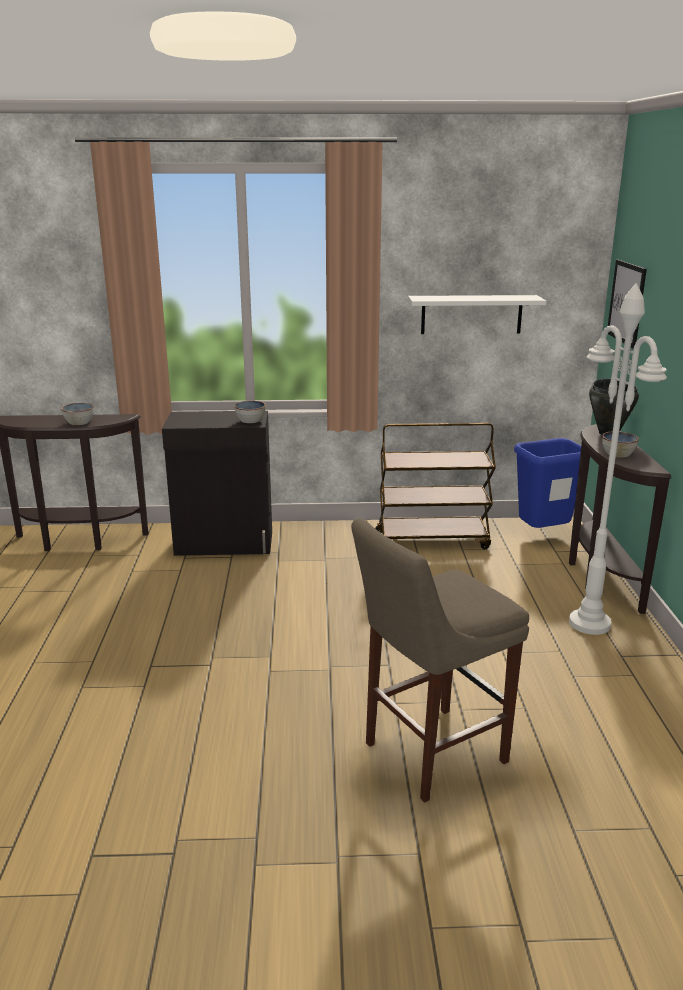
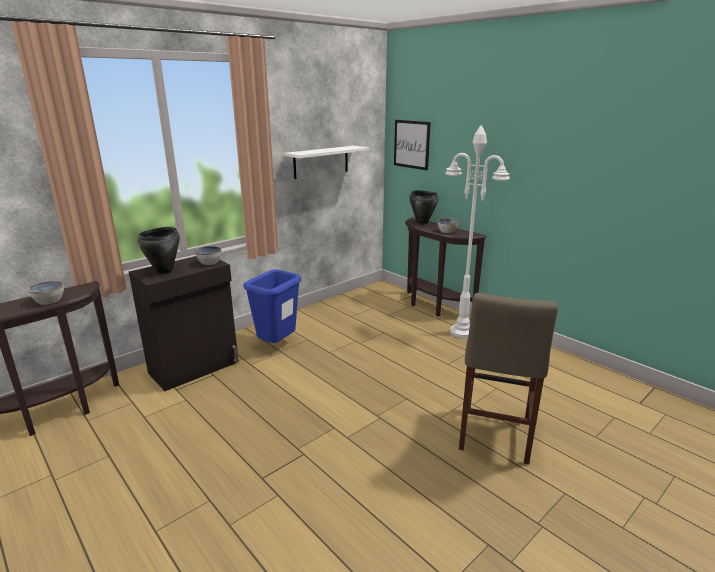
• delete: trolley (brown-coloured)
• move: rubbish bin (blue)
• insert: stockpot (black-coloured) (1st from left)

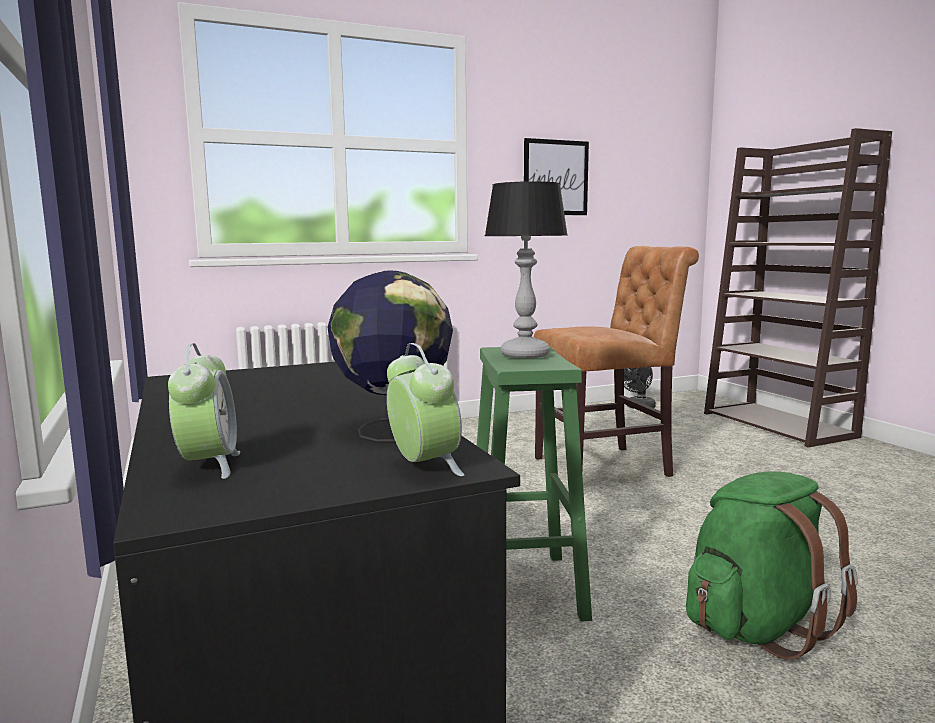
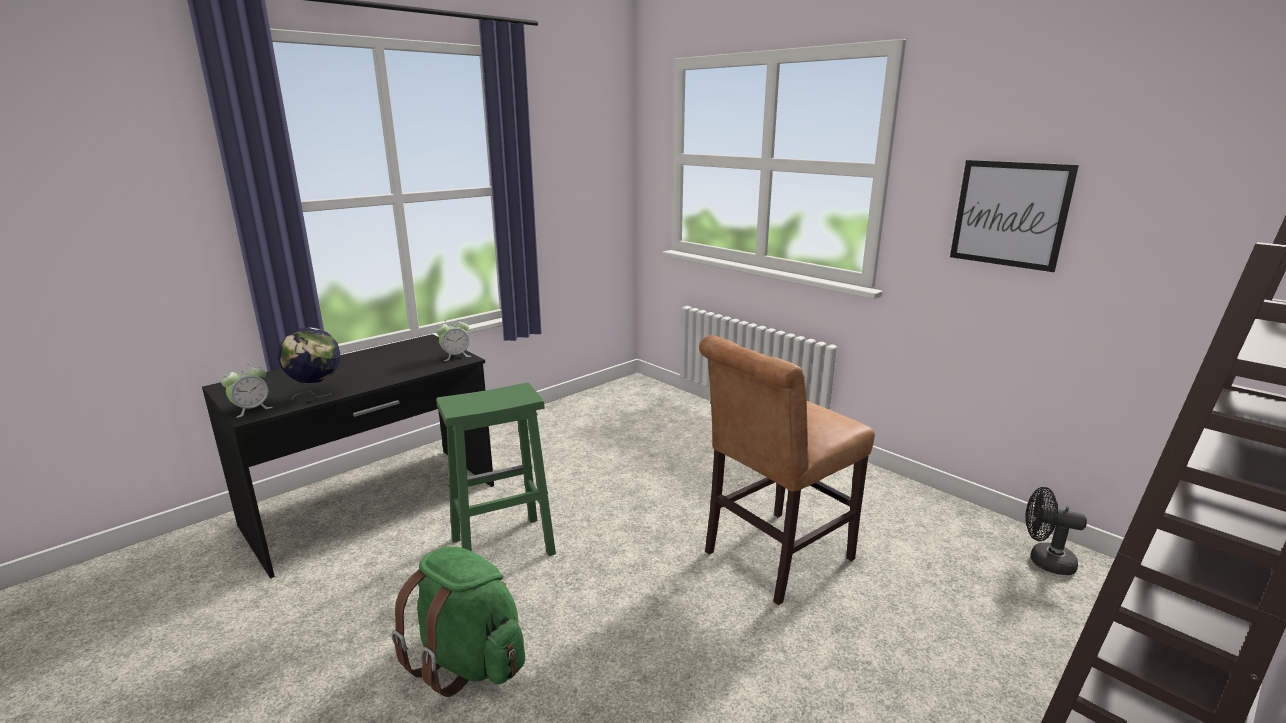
• move: alarm clock (1st from left in the first image) to alarm clock (2nd from left)
• delete: table lamp
• rotate: plain chair (brown-coloured) 90 degrees clockwise

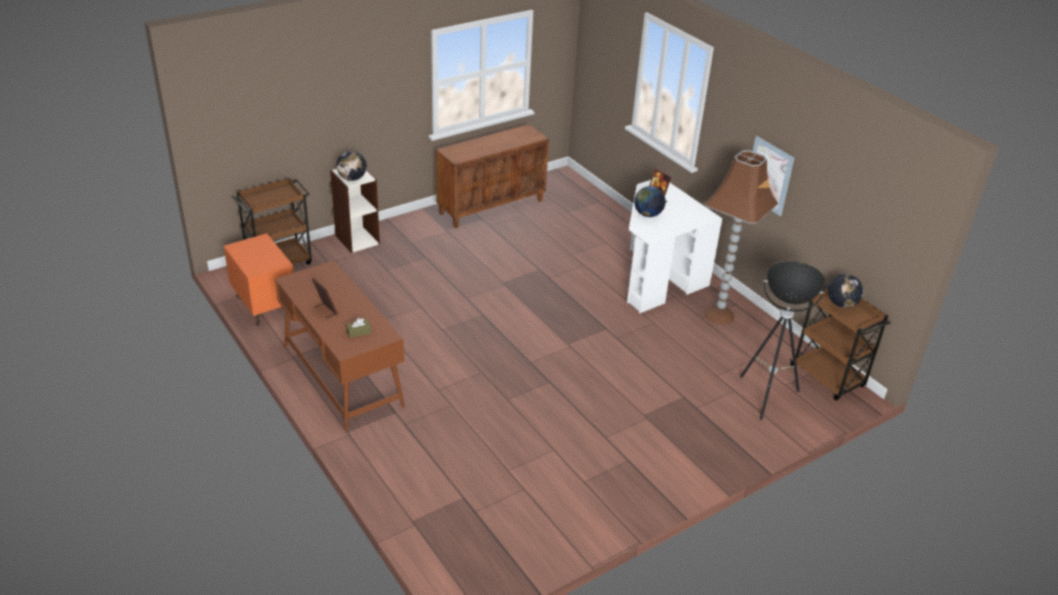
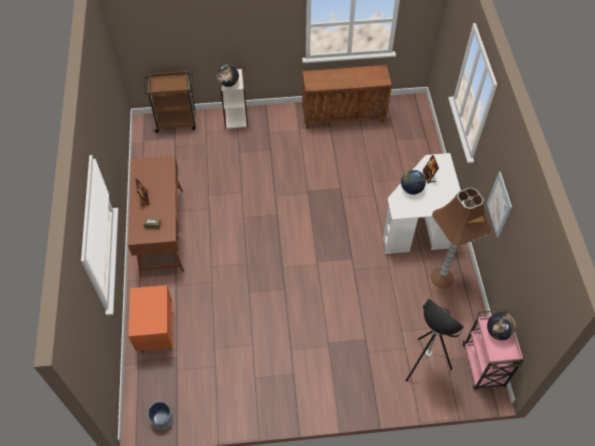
• move: bedside table (orangey)
• recolor: trolley (brown-coloured) (2nd from left) to trolley (pinkish)
• insert: planter

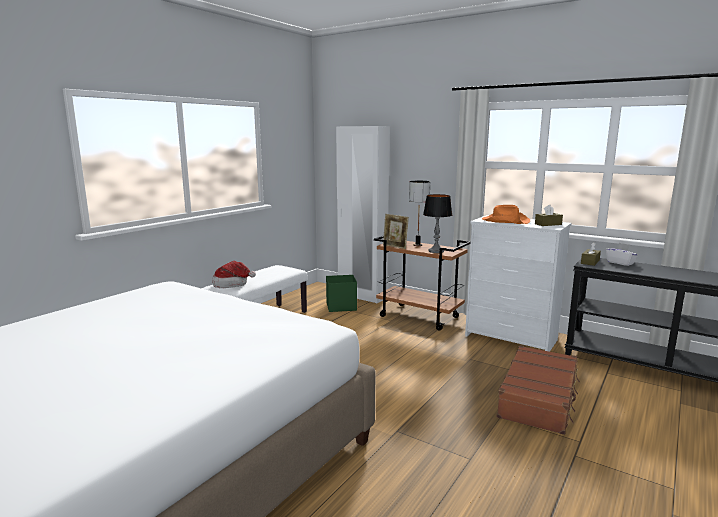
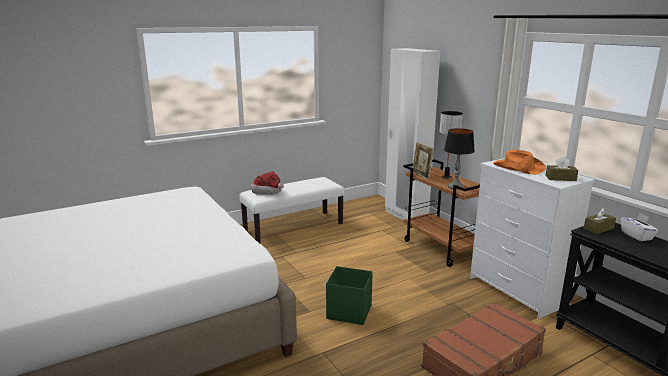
• move: storage bin (green-coloured)

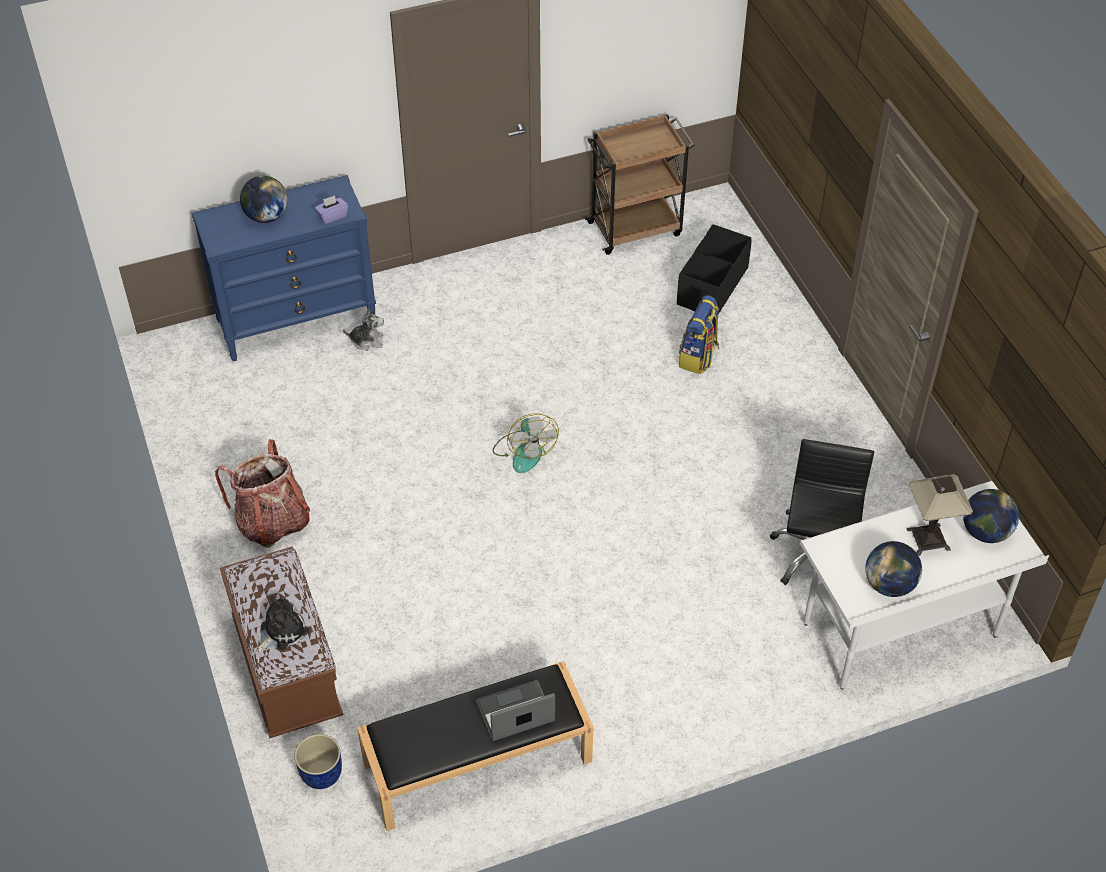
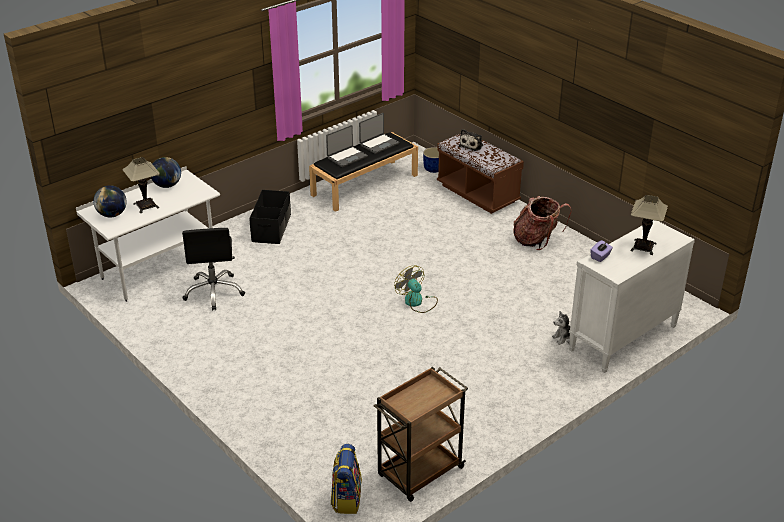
• recolor: drawer chest (blue) to drawer chest (white)
• replace: globe (1st from left) to table lamp (2nd from left)
• move: storage bin (black-coloured)
• move: backpack (2nd from left in the first image) to backpack (1st from left)
• insert: laptop (2nd from left)

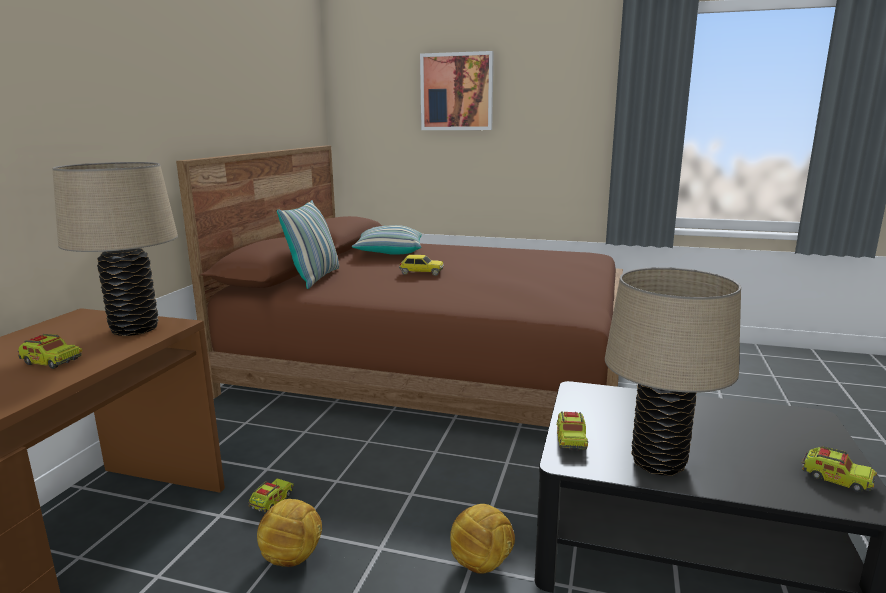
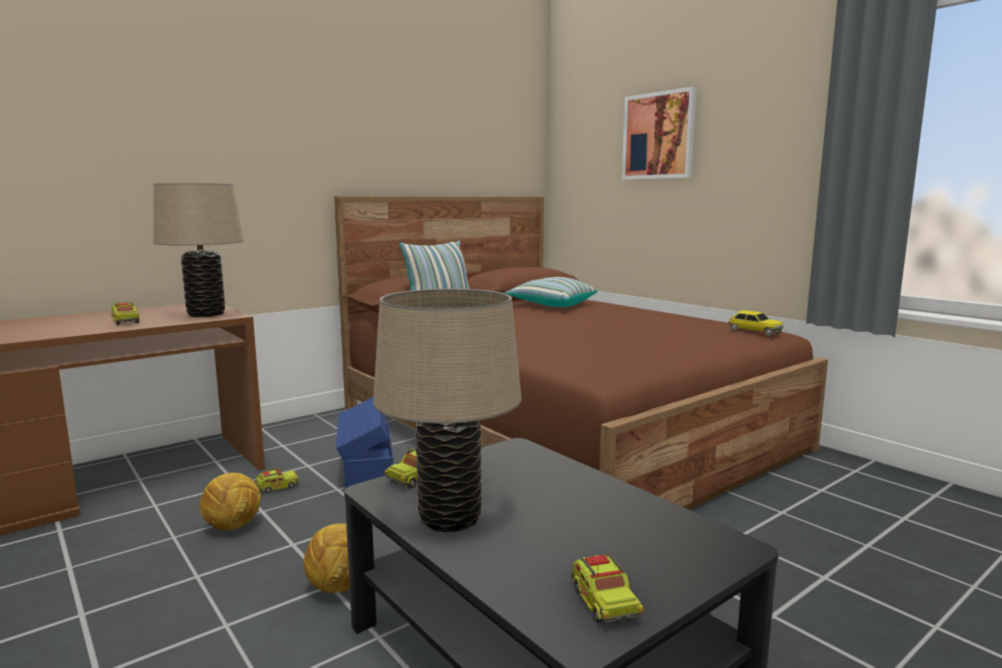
• move: model car
• insert: storage bin (blue)

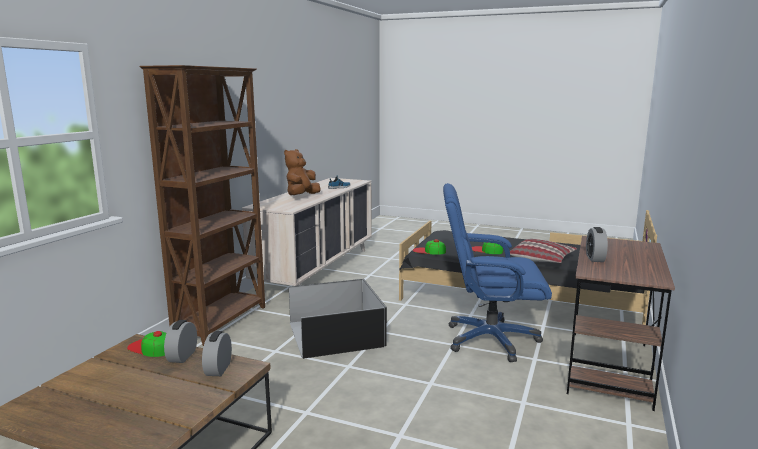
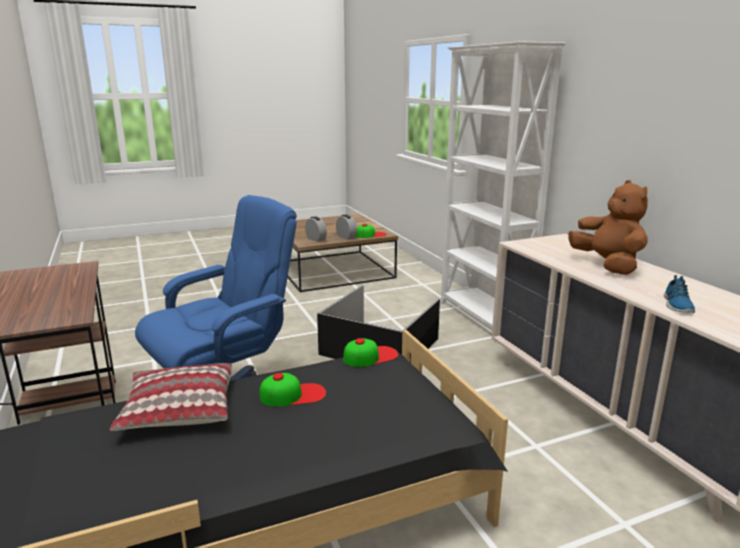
• recolor: bookshelf (brown-coloured) to bookshelf (white)
• delete: alarm clock (3rd from left)

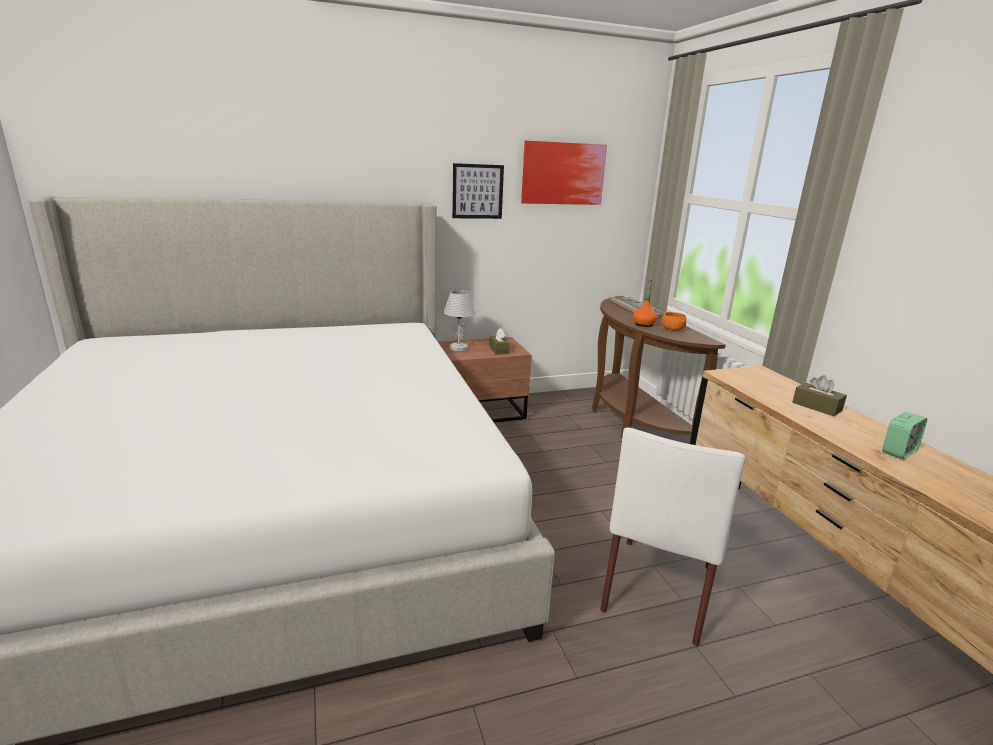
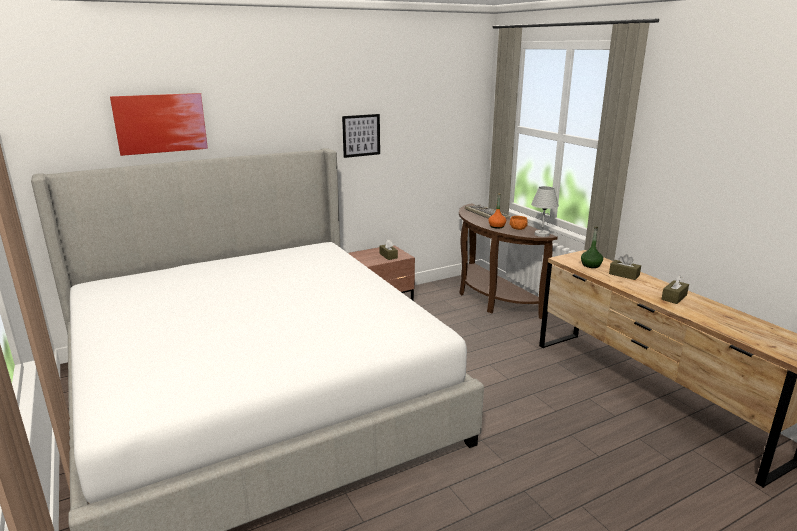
• move: table lamp (white)
• move: wall art (2nd from left in the first image) to wall art (1st from left)
• delete: plain chair (white)
• replace: alarm clock to box of tissues (brown-coloured) (3rd from left)
• insert: drink bottle (green-coloured)

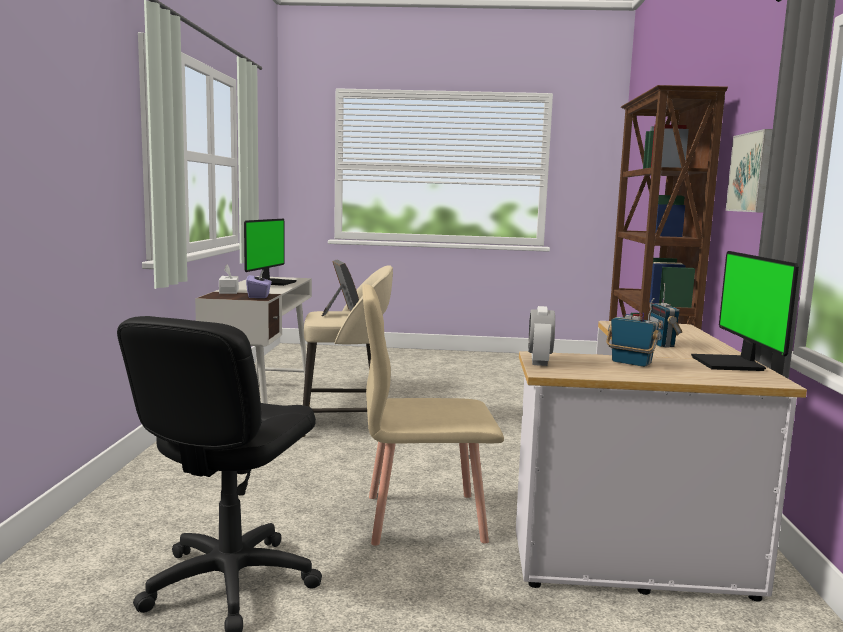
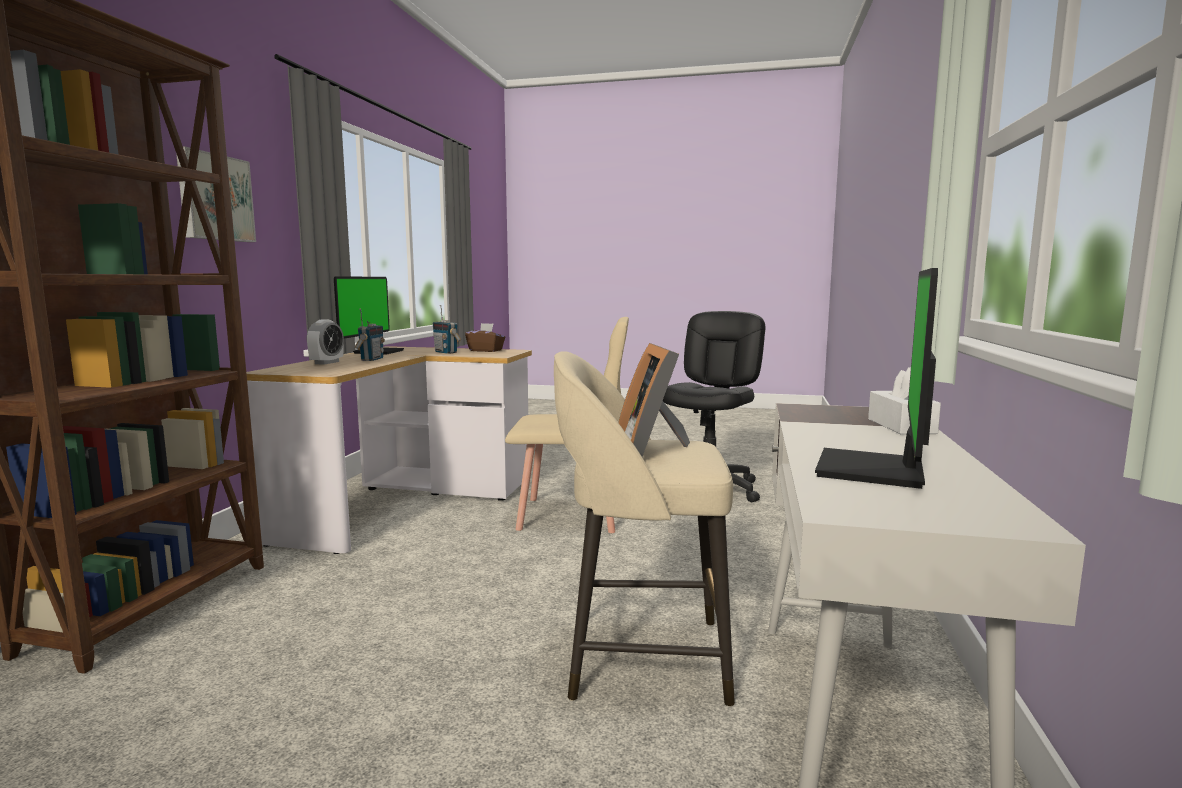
• delete: box of tissues (purple-coloured)
• move: alarm clock
• insert: box of tissues (brown-coloured)

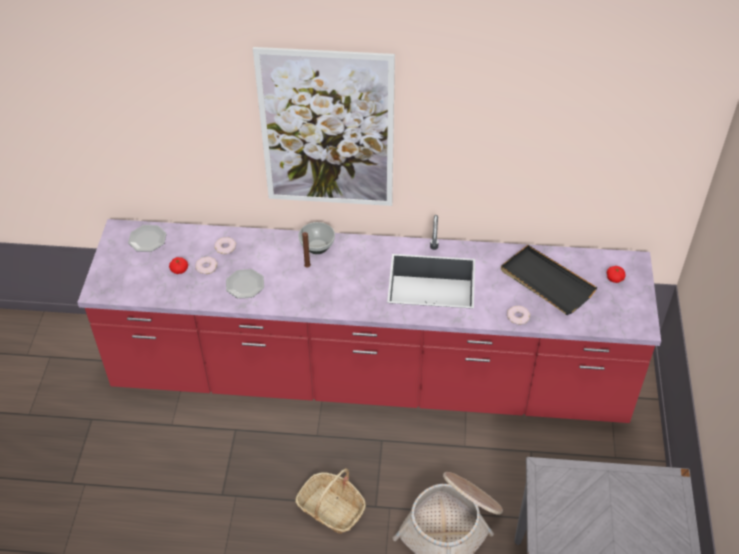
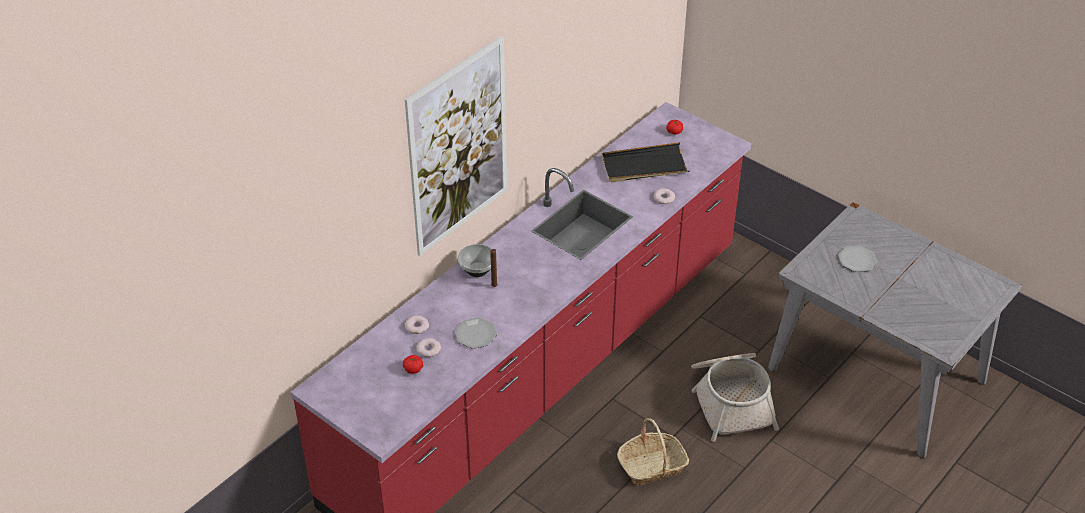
• move: plate (1st from left in the first image) to plate (2nd from left)

